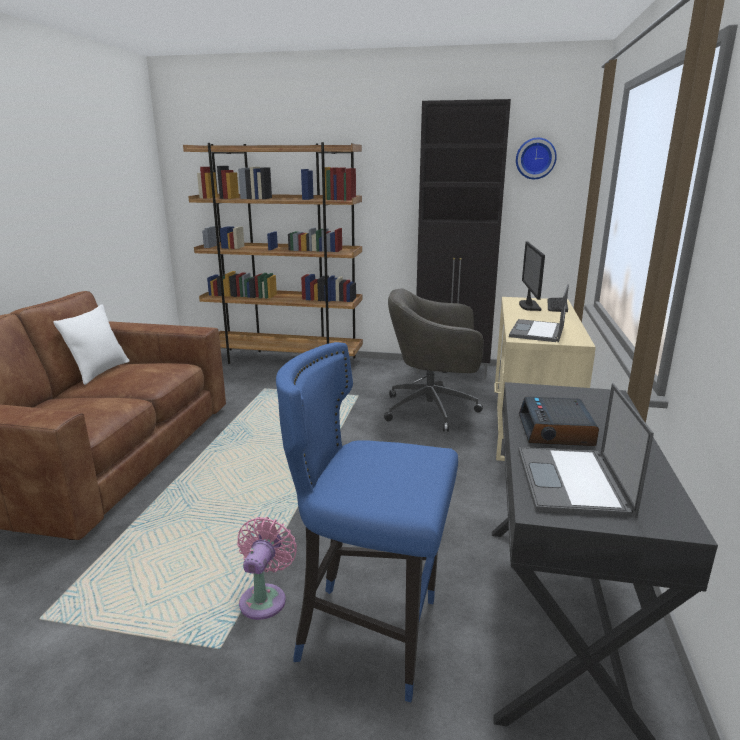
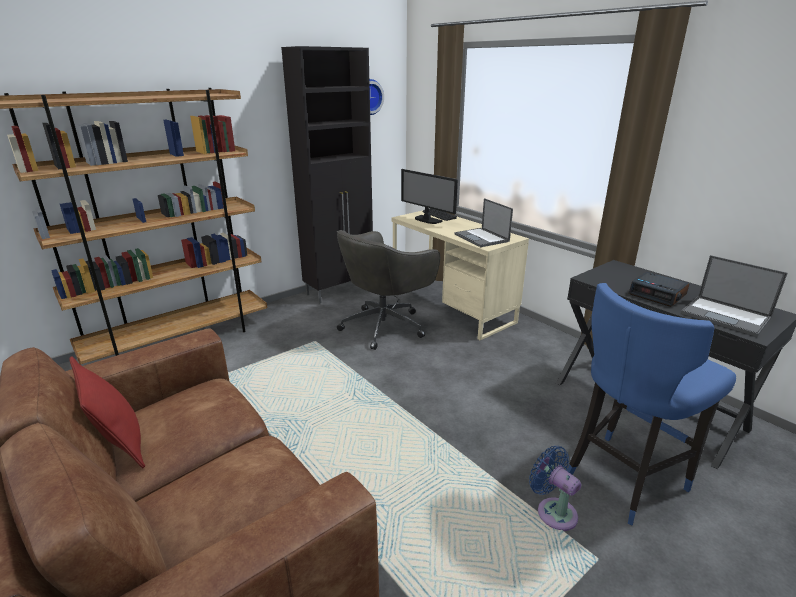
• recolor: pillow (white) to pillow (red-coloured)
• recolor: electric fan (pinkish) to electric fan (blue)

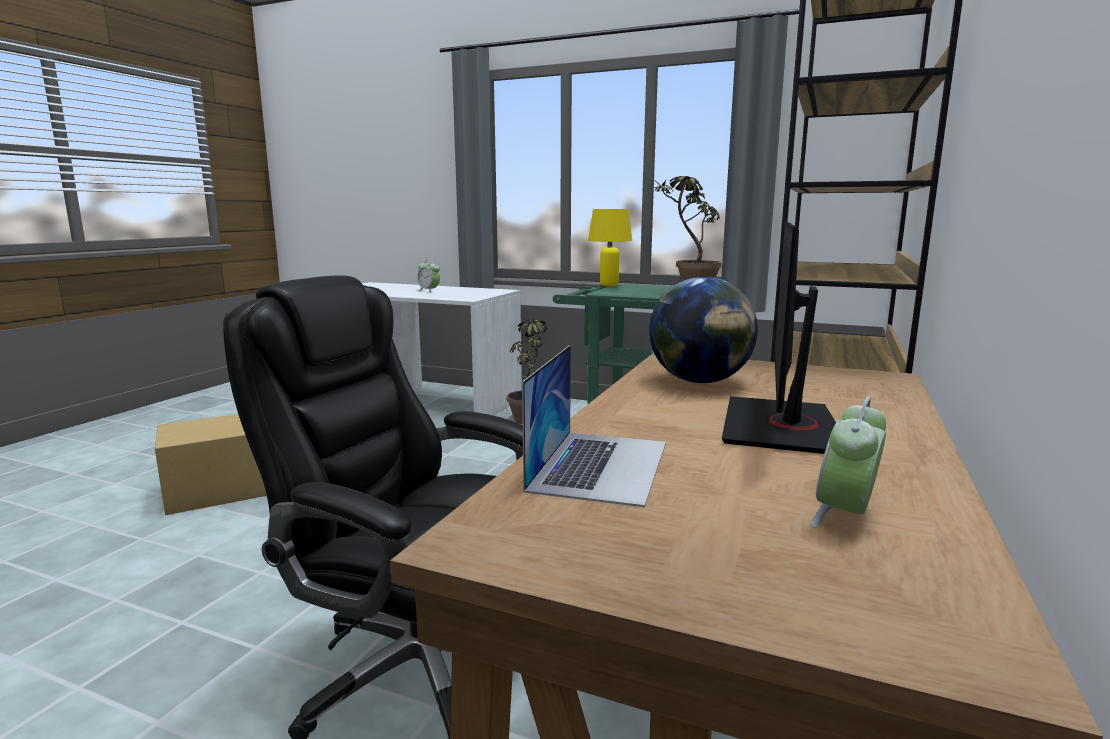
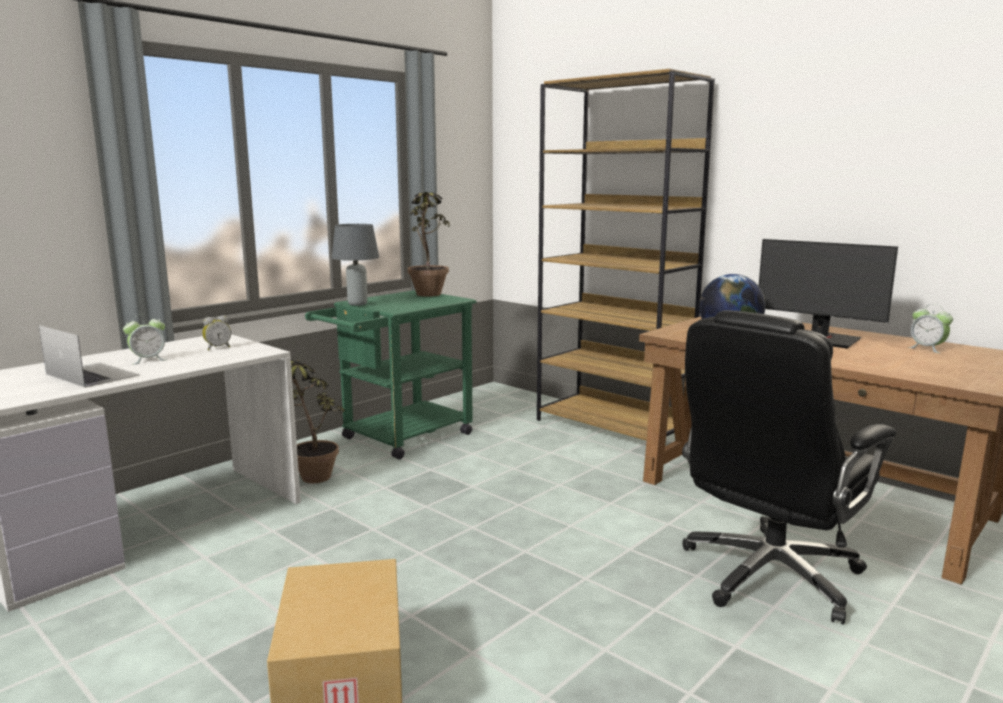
• move: laptop
• recolor: table lamp (yellow-coloured) to table lamp (gray)
• insert: alarm clock (2nd from left)

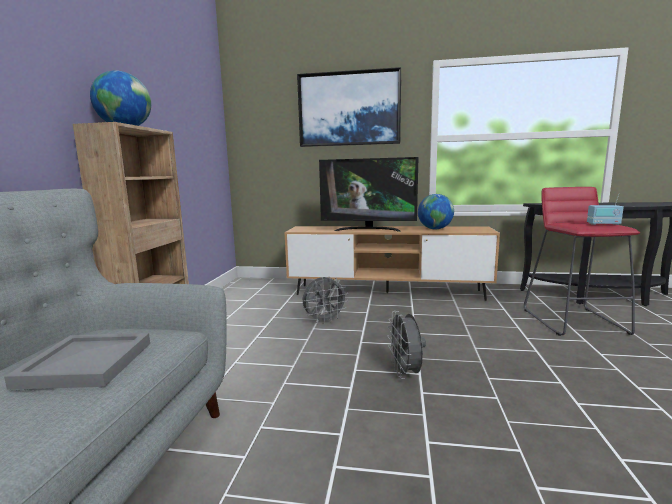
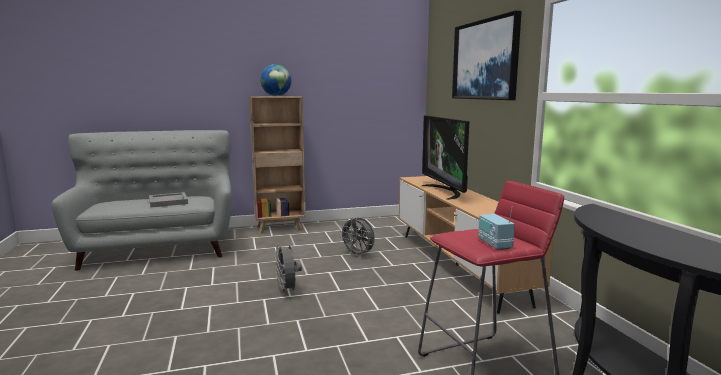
• rotate: electric fan (gray) (2nd from left in the first image) 75 degrees counterclockwise
• delete: globe (2nd from left)

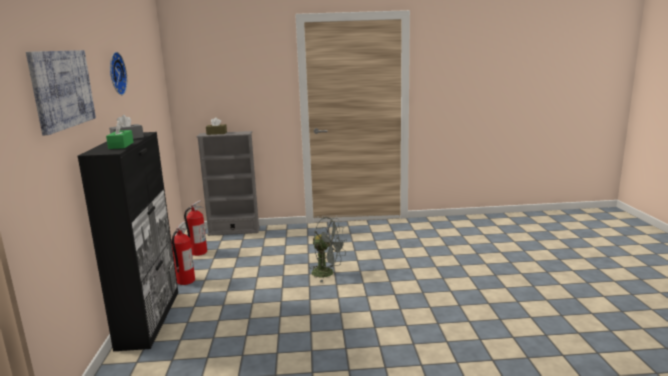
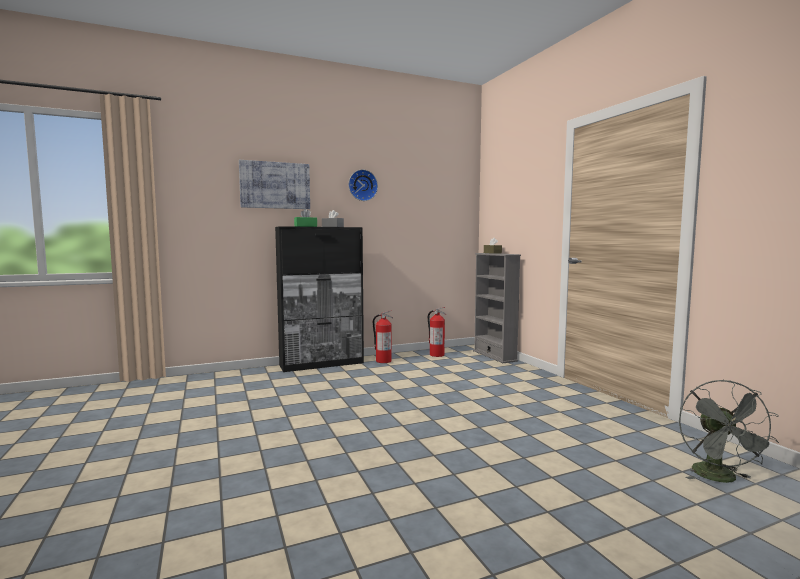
• move: electric fan (gray)

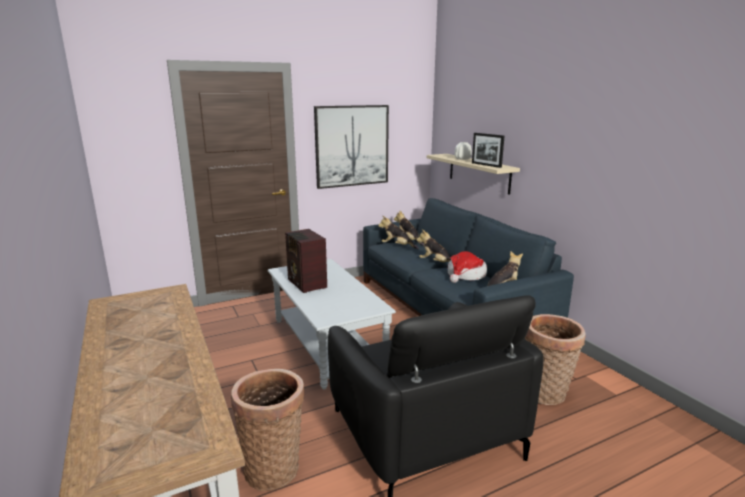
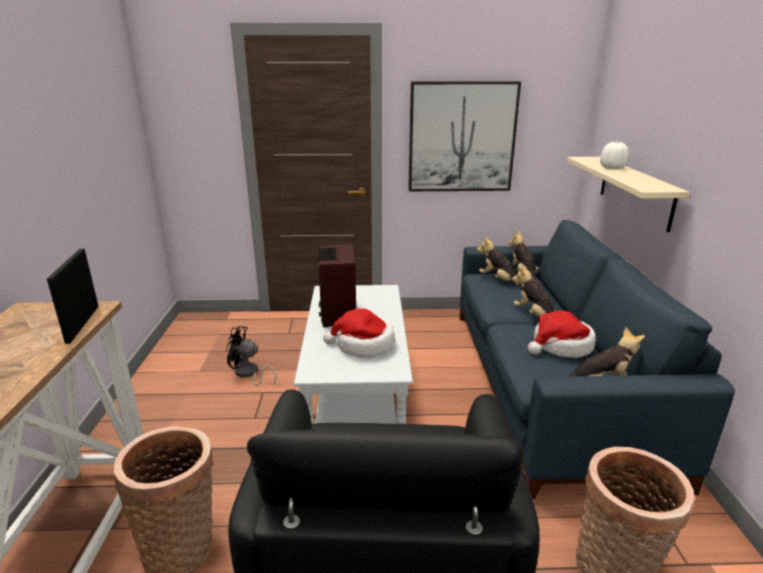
• move: picture frame
• insert: electric fan (black-coloured)
• insert: wearable hat (1st from left)

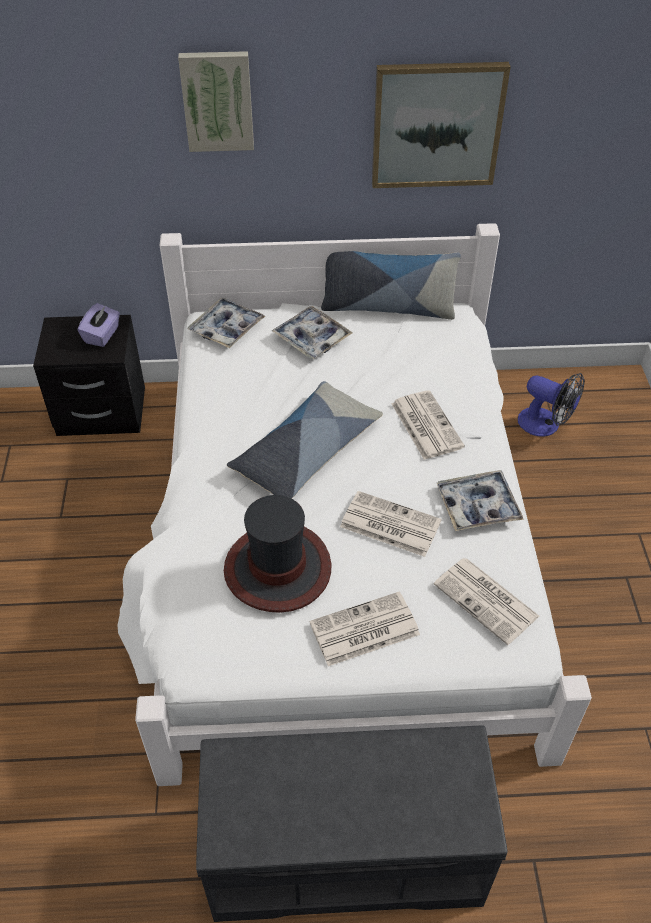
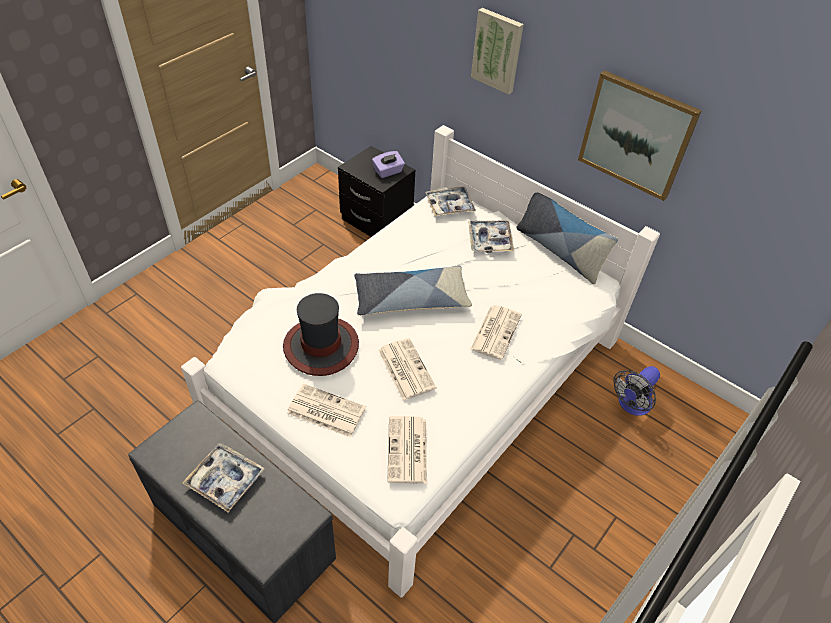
• move: tray (3rd from left in the first image) to tray (1st from left)
• rotate: electric fan 60 degrees clockwise

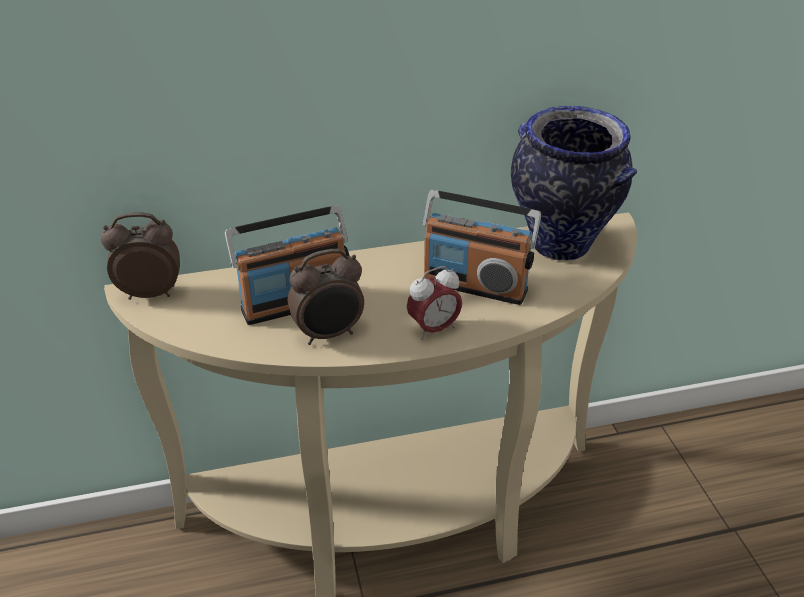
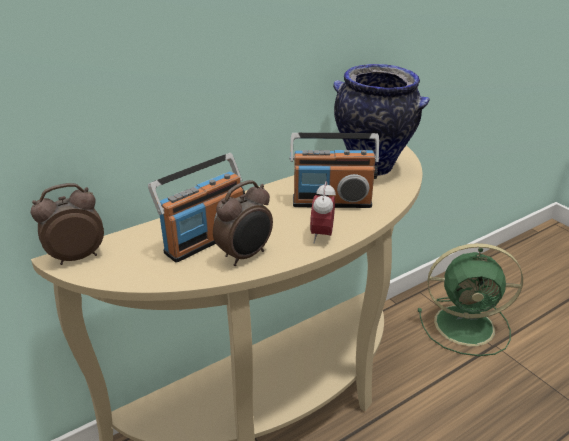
• rotate: alarm clock (3rd from left) 150 degrees clockwise
• insert: electric fan (green-coloured)

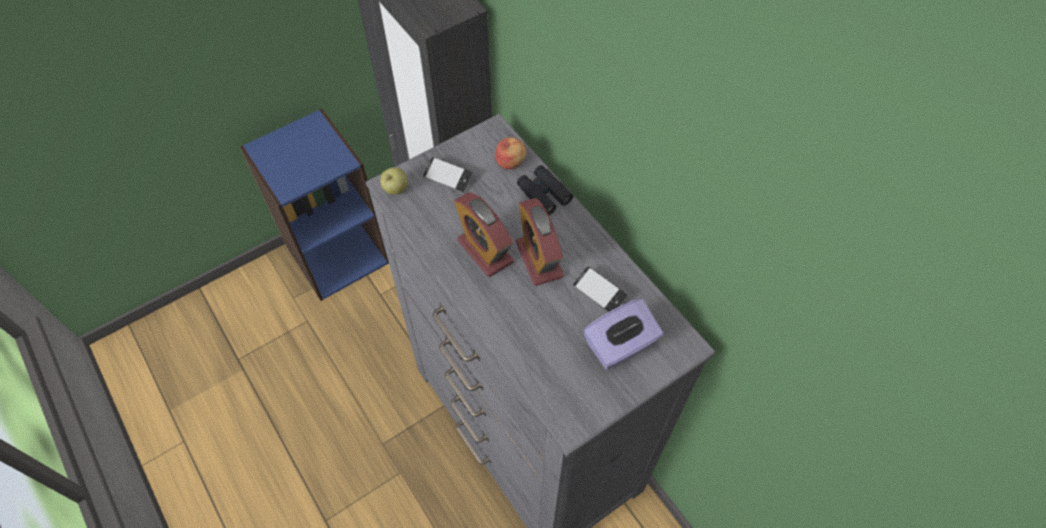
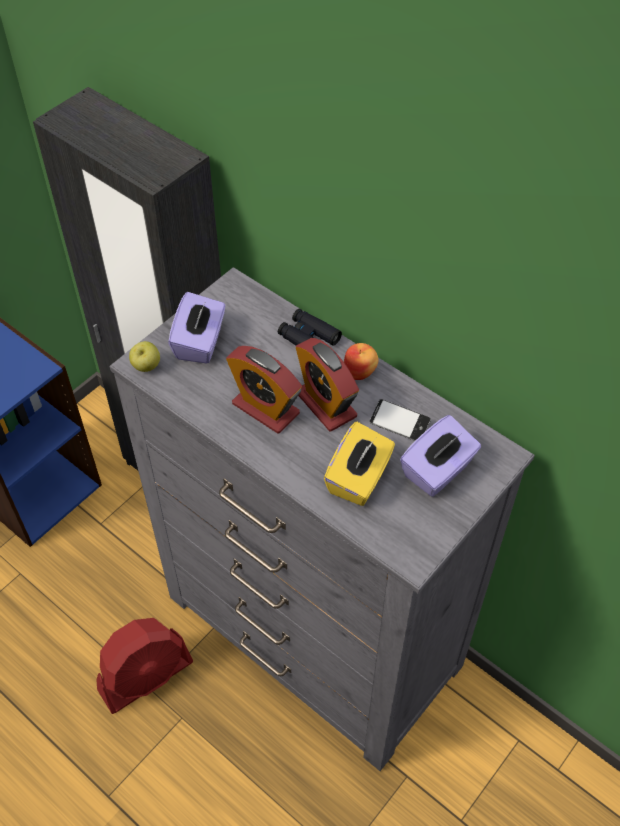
• replace: phone (1st from left) to box of tissues (purple-coloured) (1st from left)
• move: apple (2nd from left)
• insert: electric fan (red-coloured)
• insert: box of tissues (yellow-coloured)

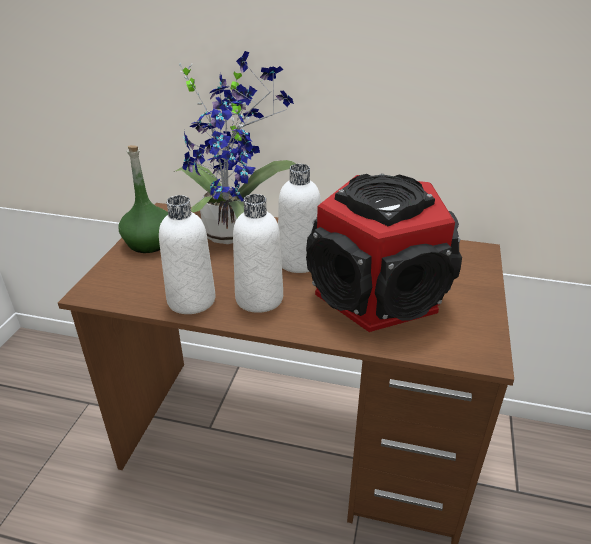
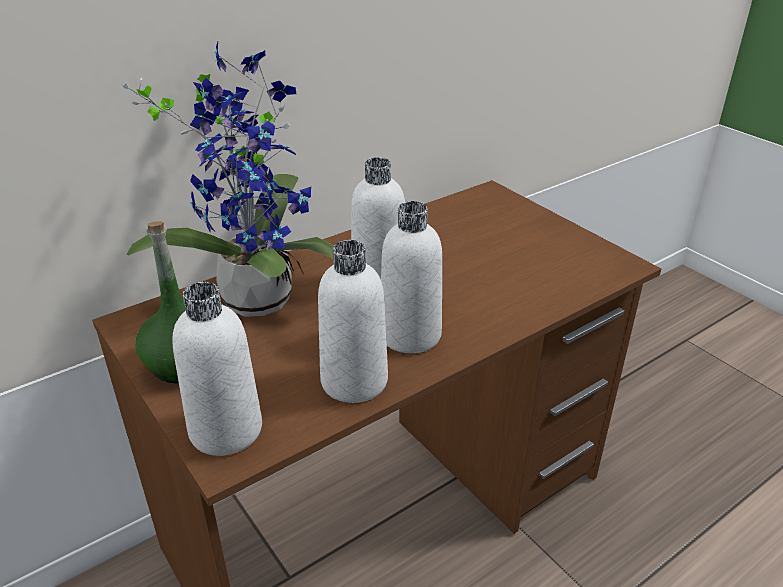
• delete: loudspeaker
• insert: drink bottle (white) (1st from left)

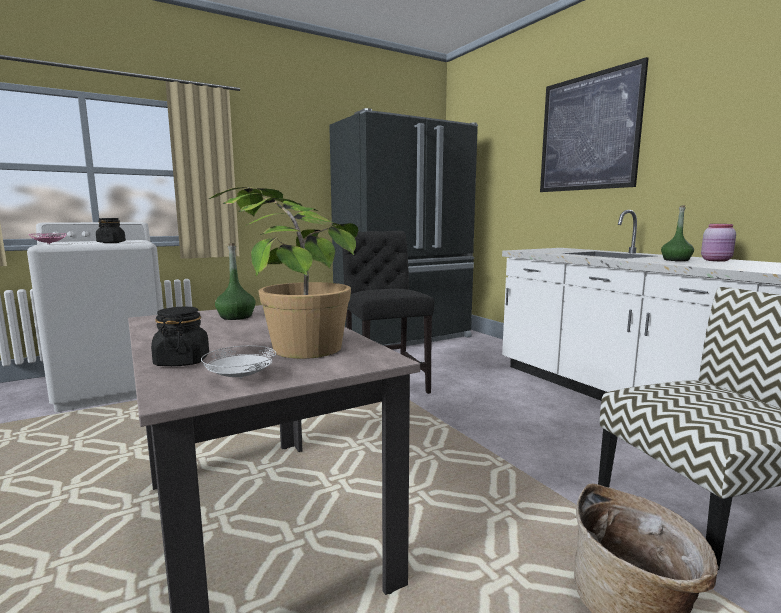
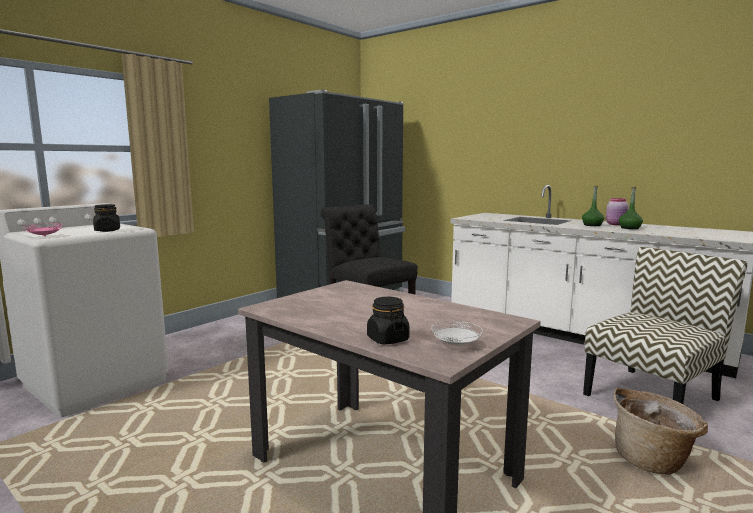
• delete: potted plant
• move: drink bottle (green-coloured) (1st from left in the first image) to drink bottle (green-coloured) (2nd from left)
• delete: wall art

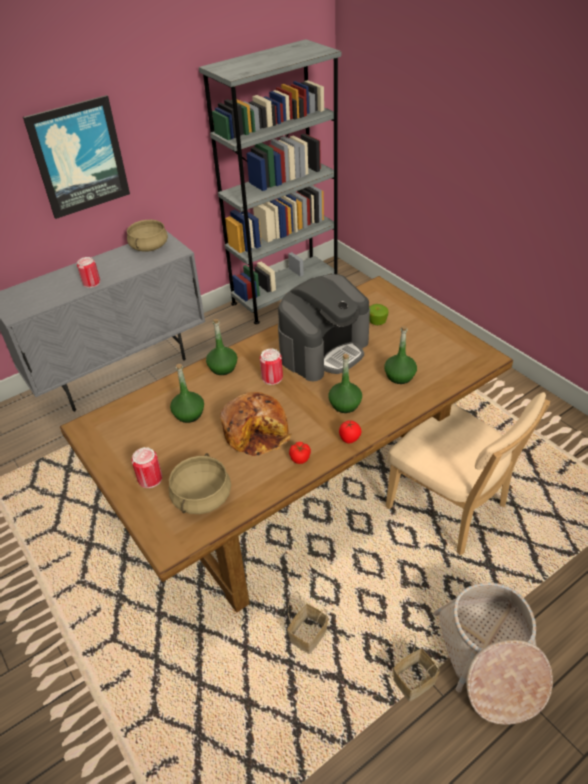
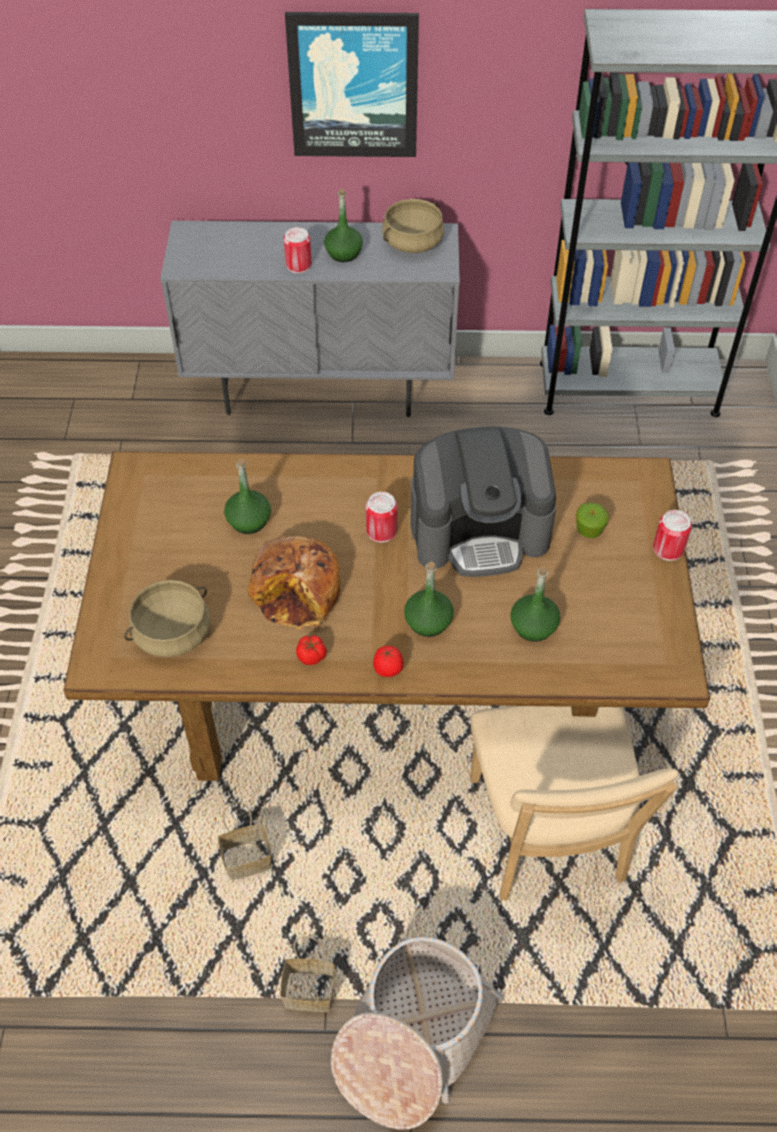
• move: metal can (2nd from left in the first image) to metal can (3rd from left)
• move: drink bottle (green-coloured) (2nd from left)

